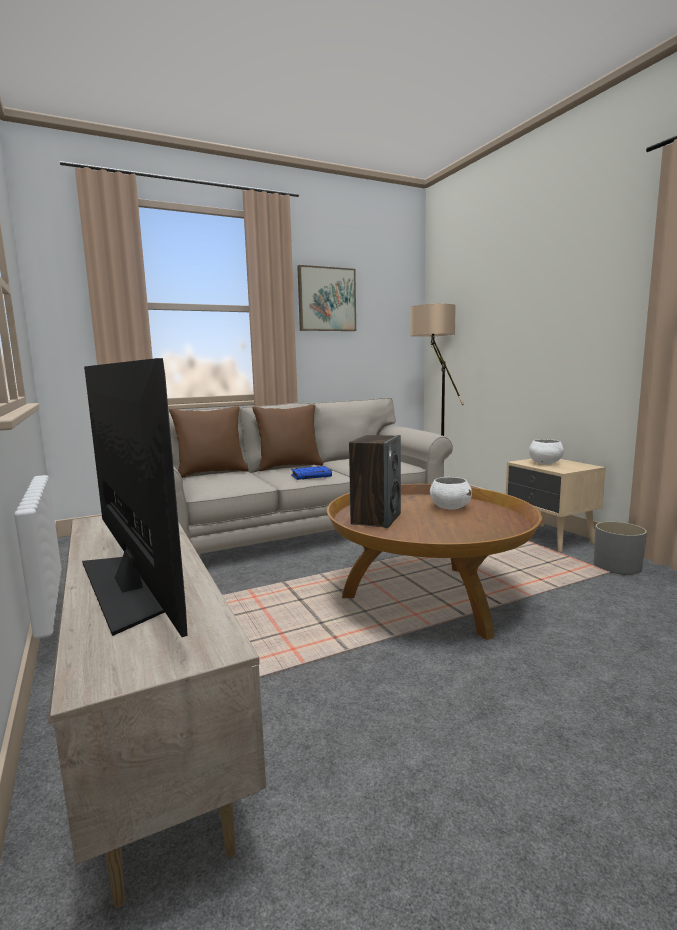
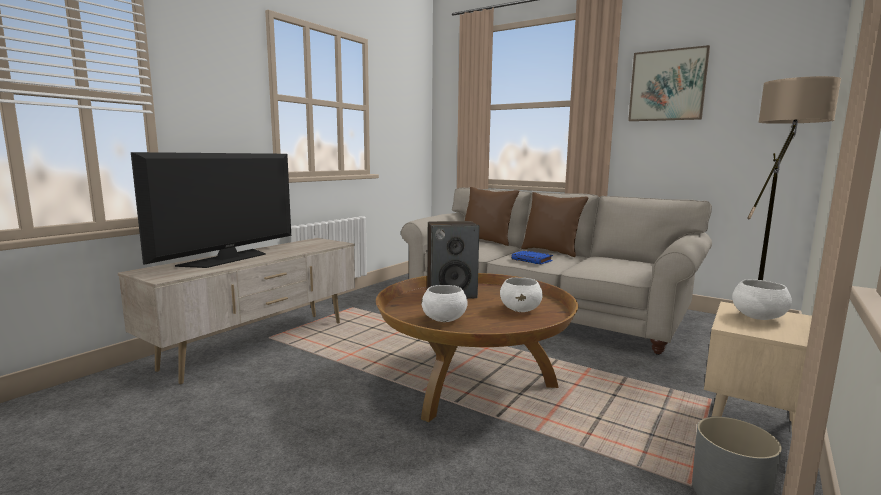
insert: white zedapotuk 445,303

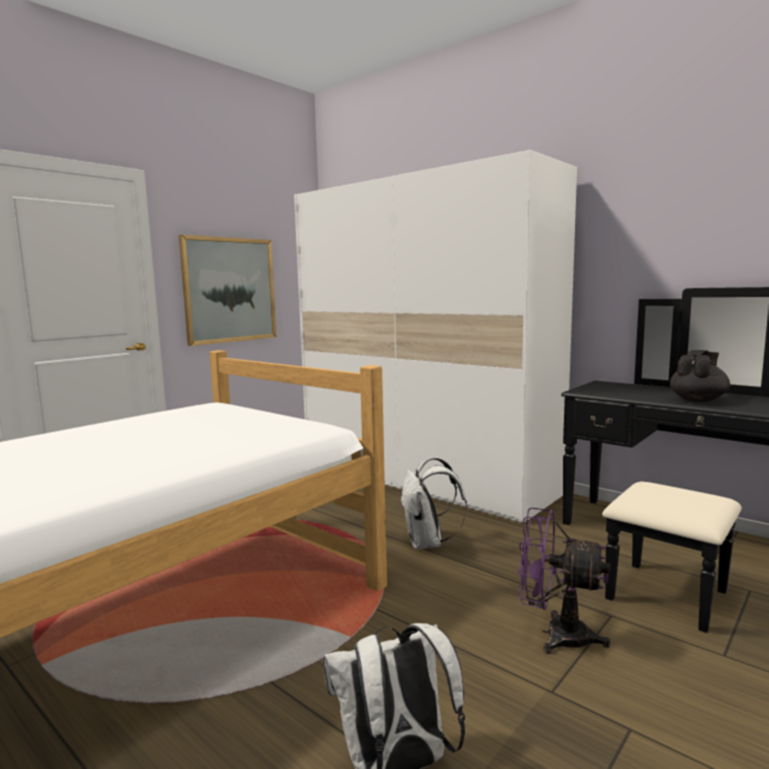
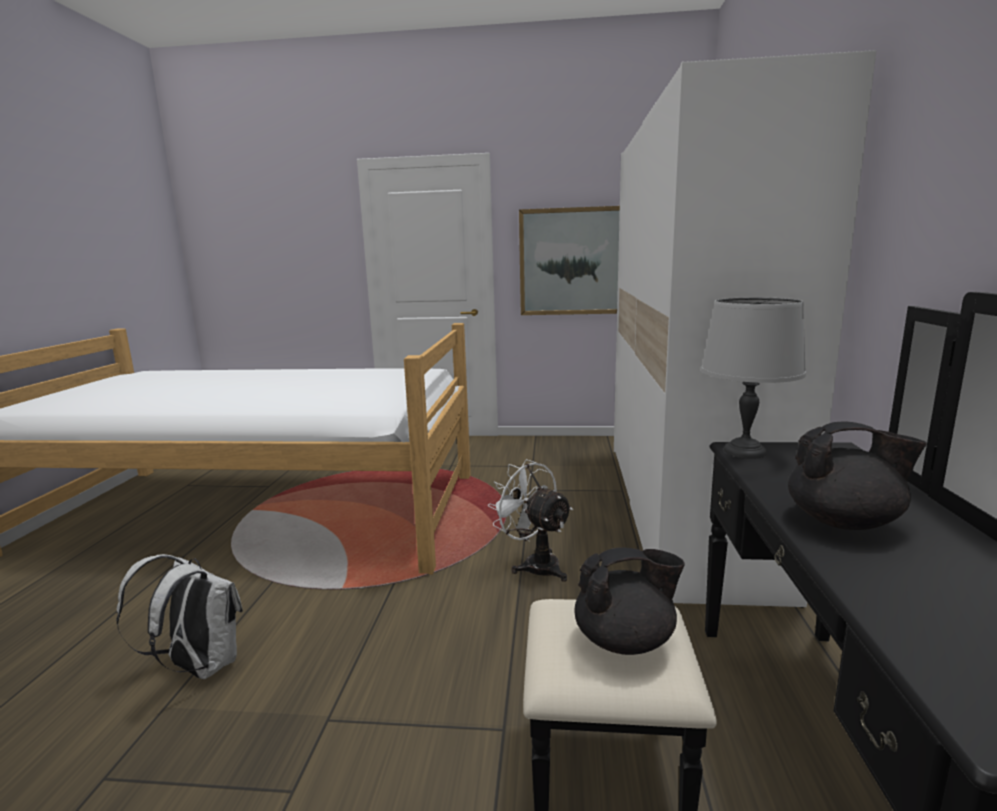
delete: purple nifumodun 564,581
insert: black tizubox 629,601; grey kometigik 753,378
replace: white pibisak 434,503 to white nifumodun 530,520

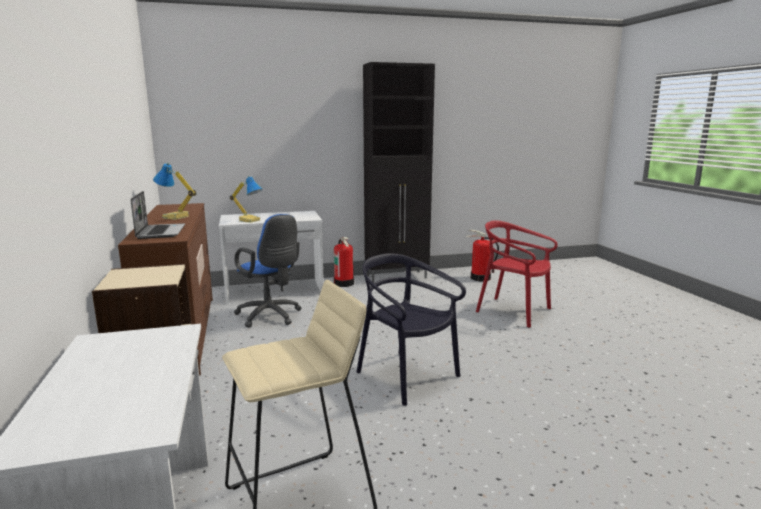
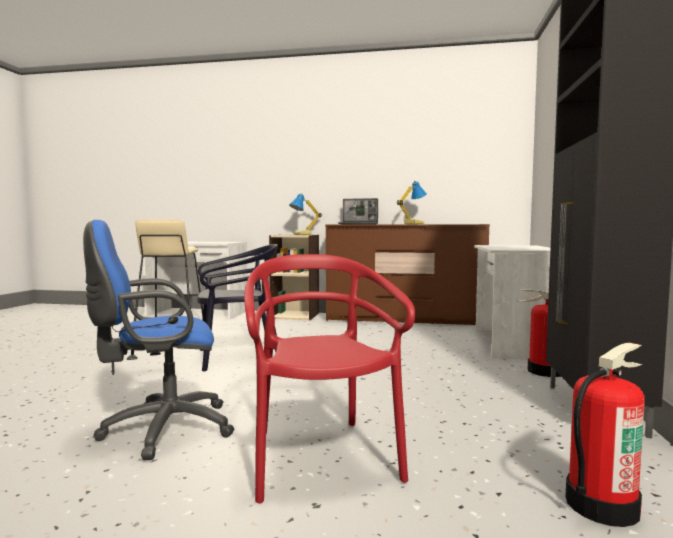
move: kometigik 246,199 to 305,214; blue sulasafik 267,271 to 158,340
rotate: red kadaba 517,274 = 329,378 75 degrees counterclockwise

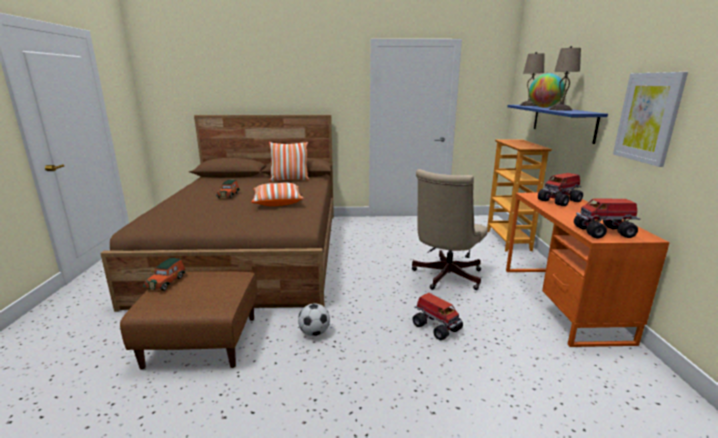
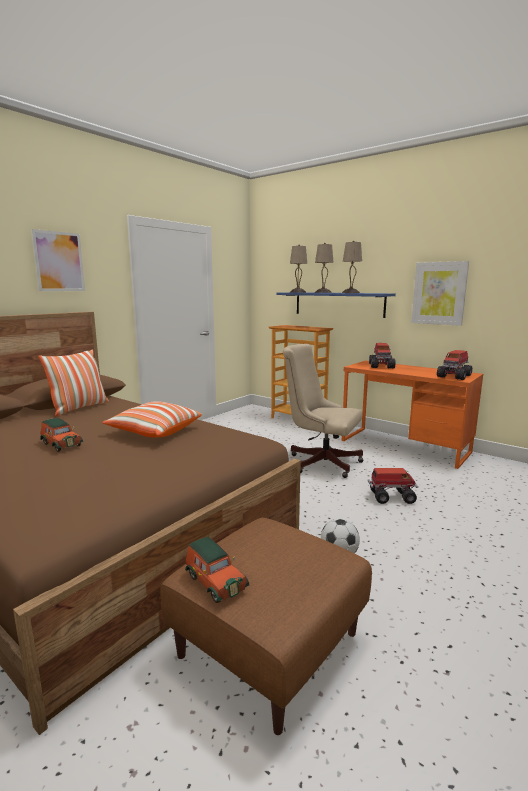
insert: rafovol 58,260
replace: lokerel 547,90 to beige kometigik 324,268
rotate: beige sulasafik 450,229 = 323,411 135 degrees clockwise

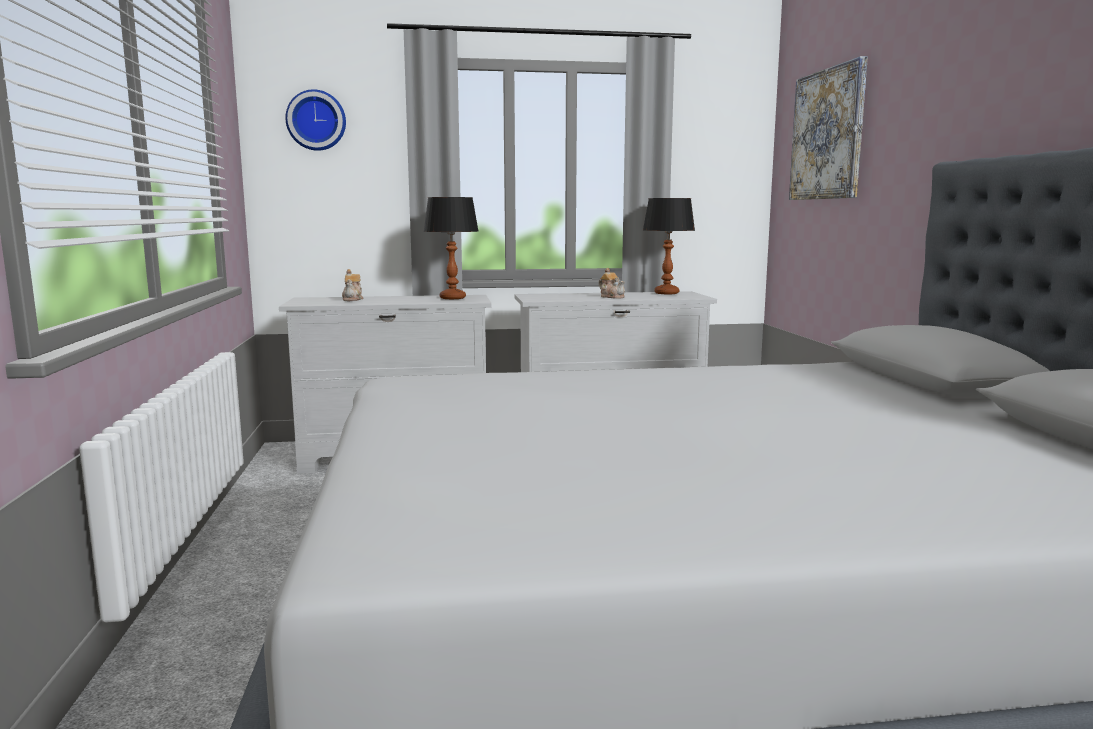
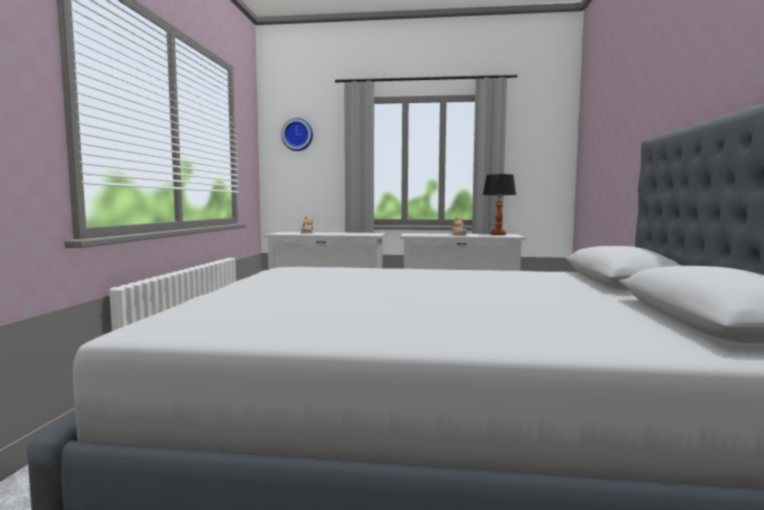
delete: kometigik 450,248; rafovol 828,128

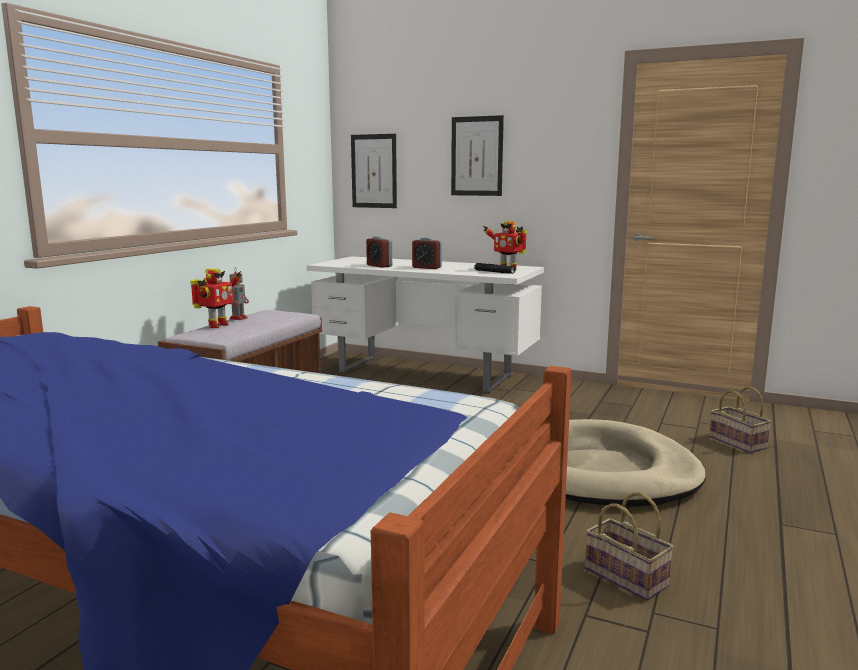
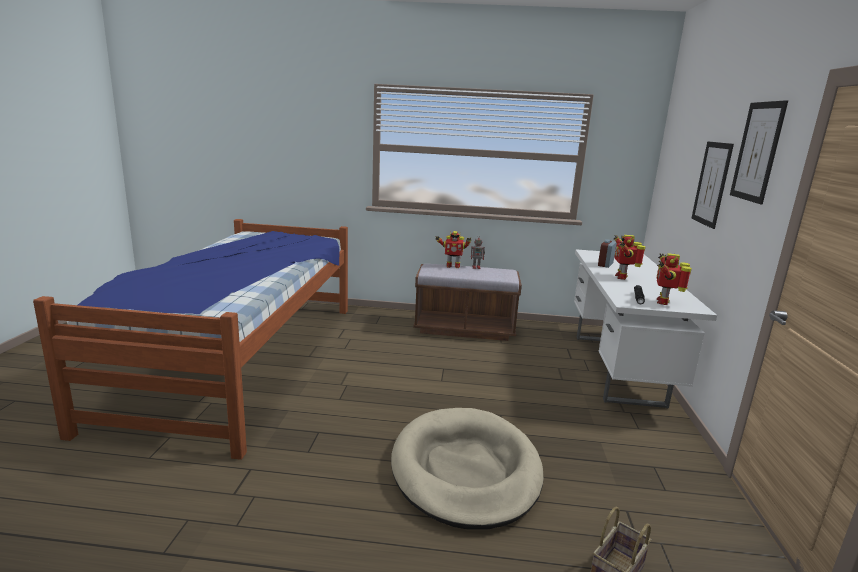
delete: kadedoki 629,546
move: rafovol 374,171 to 759,152
replace: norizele 427,253 to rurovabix 629,257

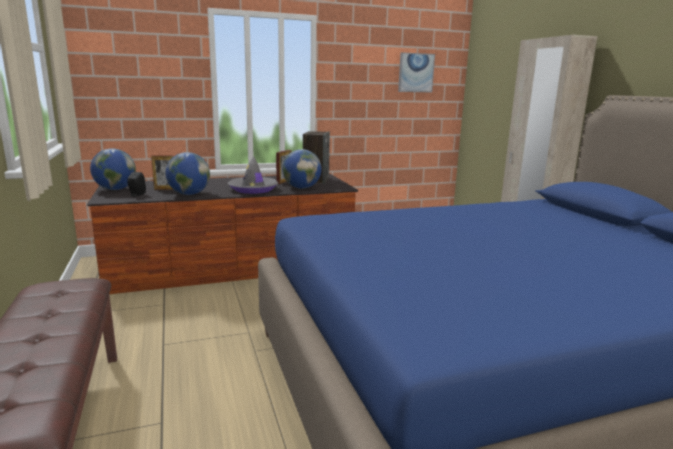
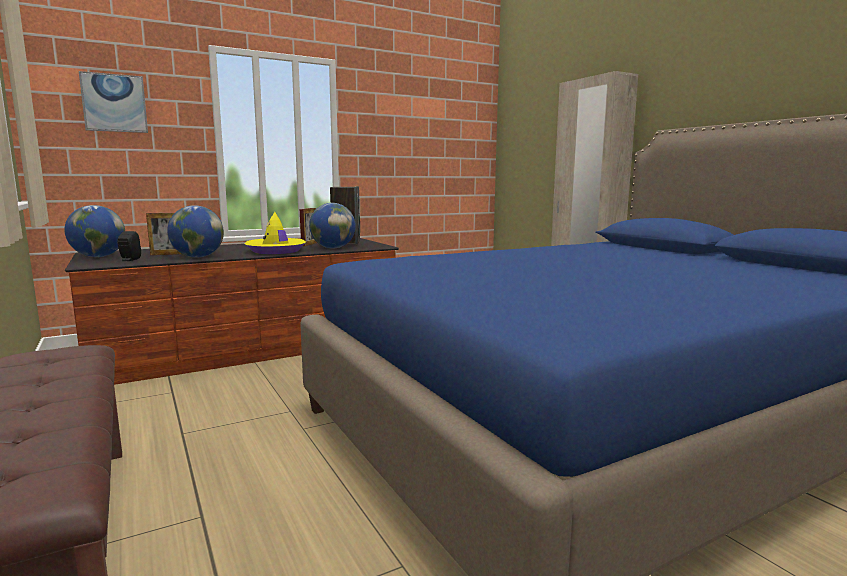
move: rafovol 416,72 to 113,102
recolor: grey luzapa 253,175 to yellow luzapa 275,233

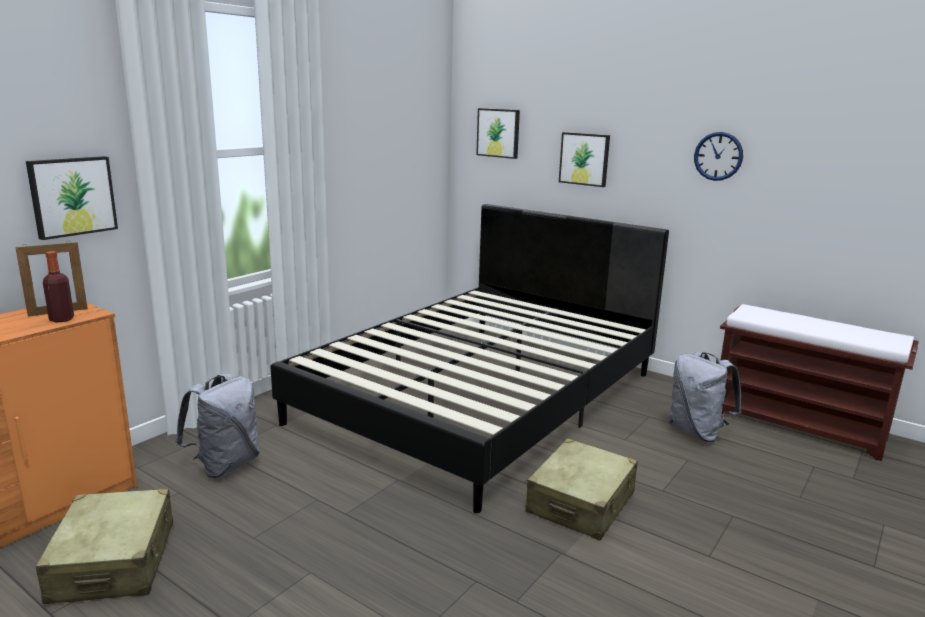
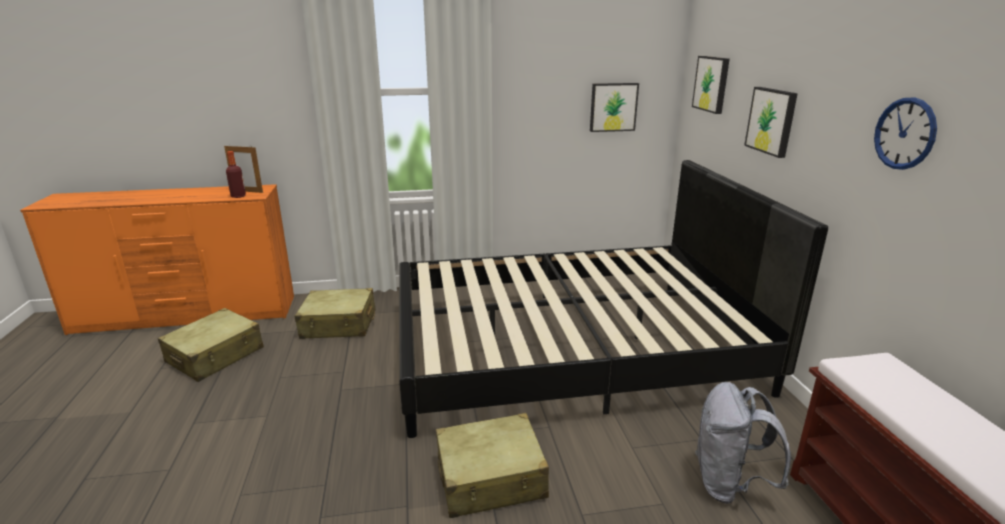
move: rafovol 72,198 to 614,107
replace: grey pibisak 217,426 to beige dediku 335,313

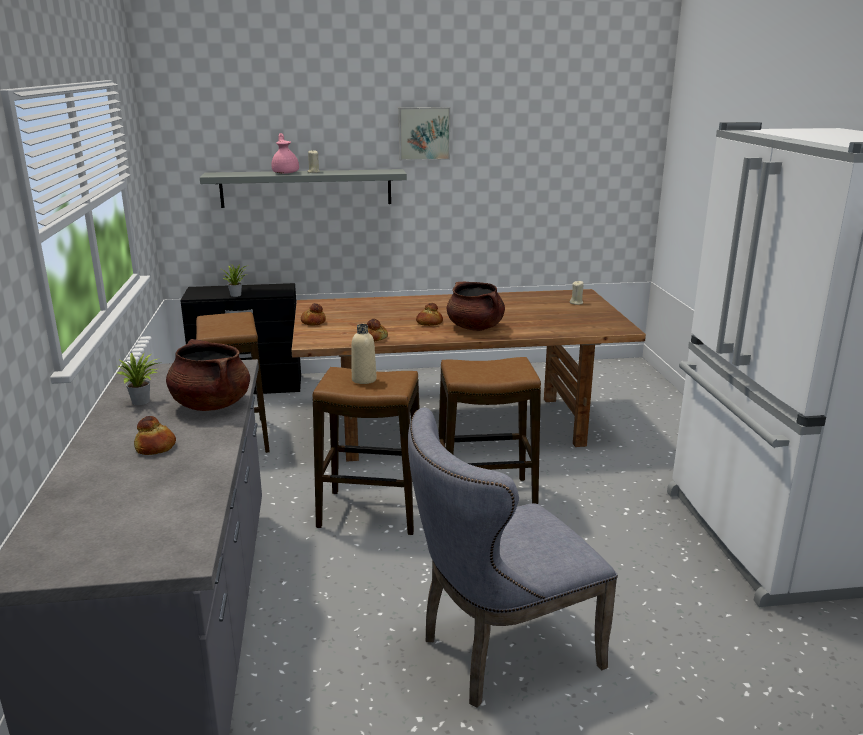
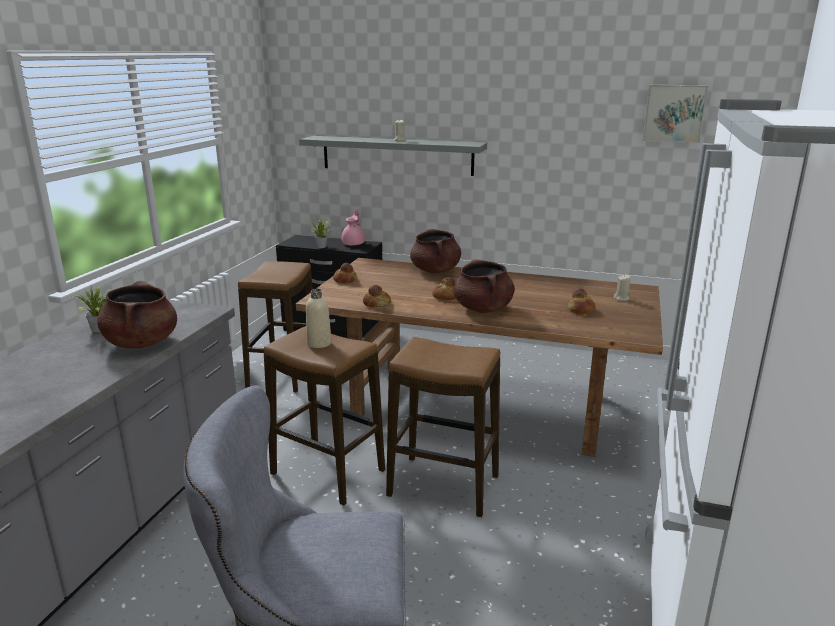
insert: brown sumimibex 435,251
move: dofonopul 155,435 to 582,301; pink tizubox 285,153 to 353,227; rafovol 424,134 to 675,114

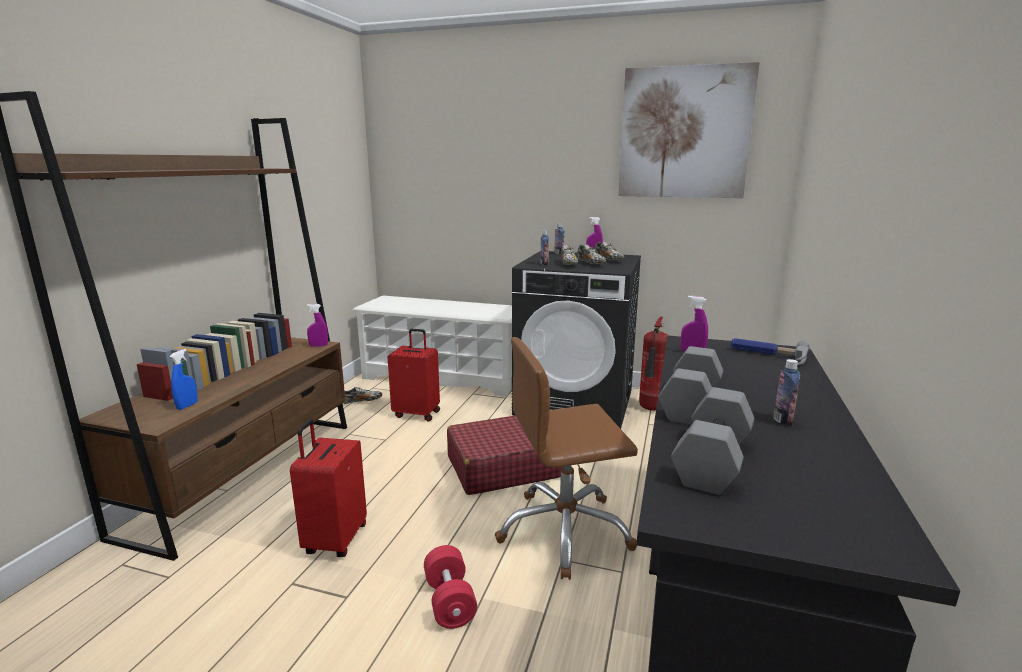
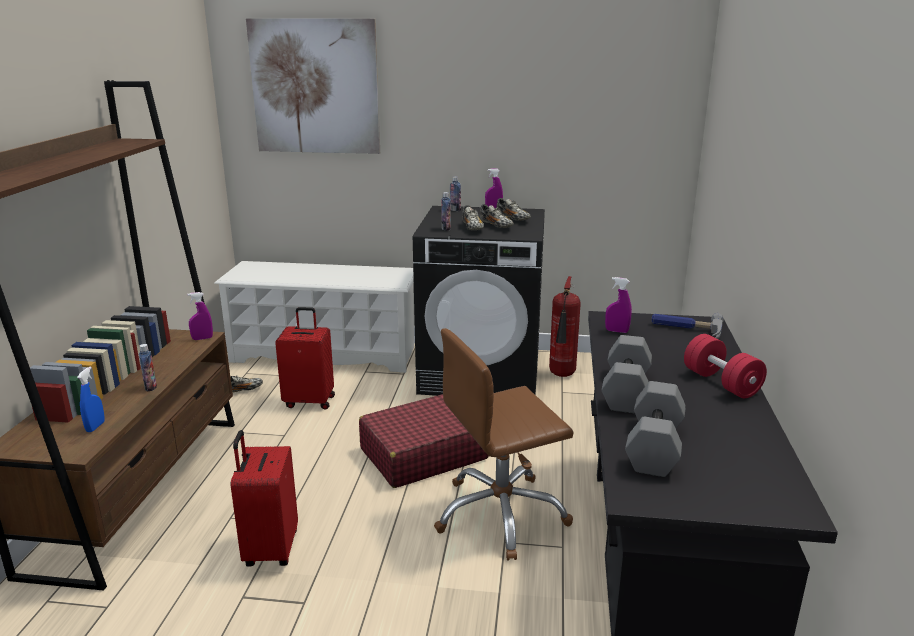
move: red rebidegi 450,587 to 725,366; rafovol 689,130 to 313,86; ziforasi 786,392 to 148,367

